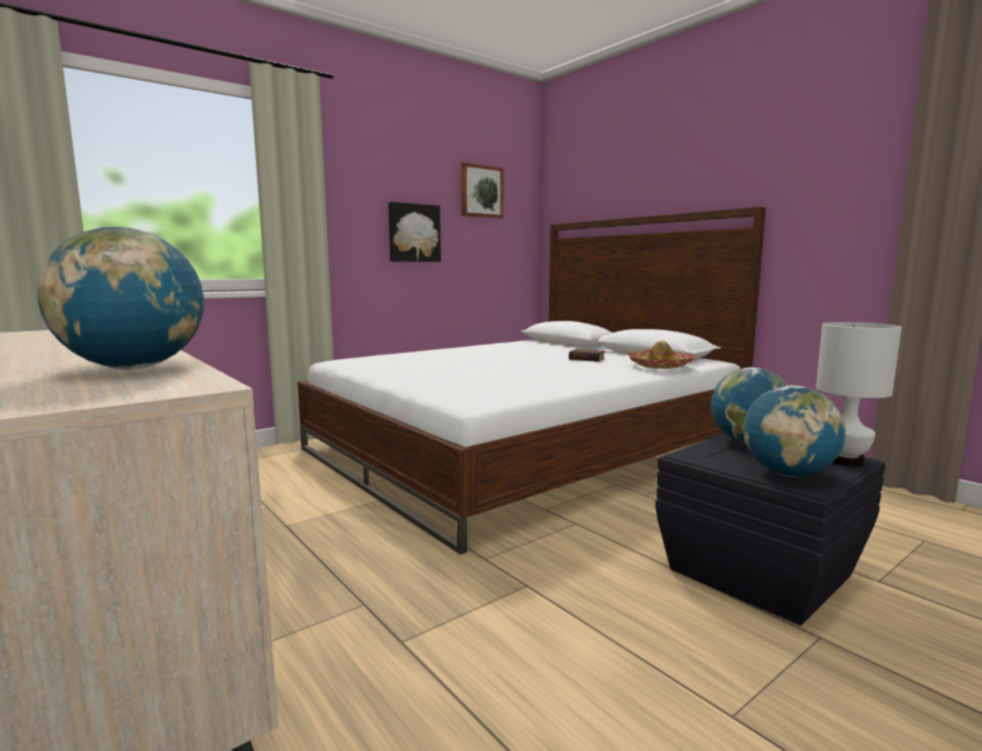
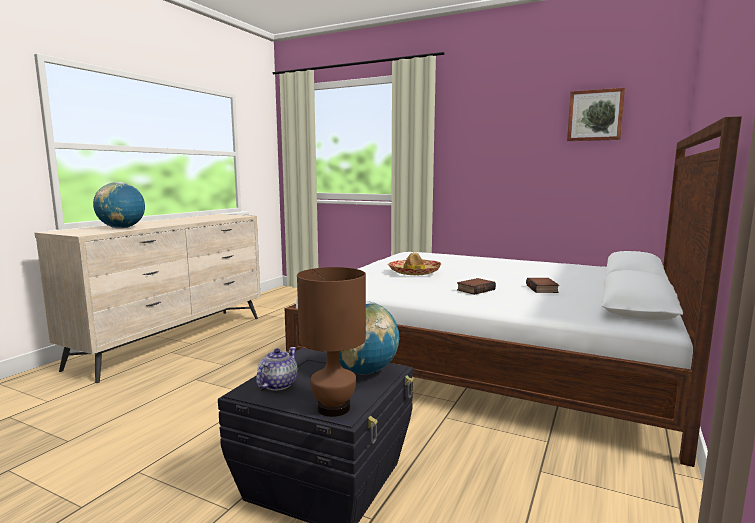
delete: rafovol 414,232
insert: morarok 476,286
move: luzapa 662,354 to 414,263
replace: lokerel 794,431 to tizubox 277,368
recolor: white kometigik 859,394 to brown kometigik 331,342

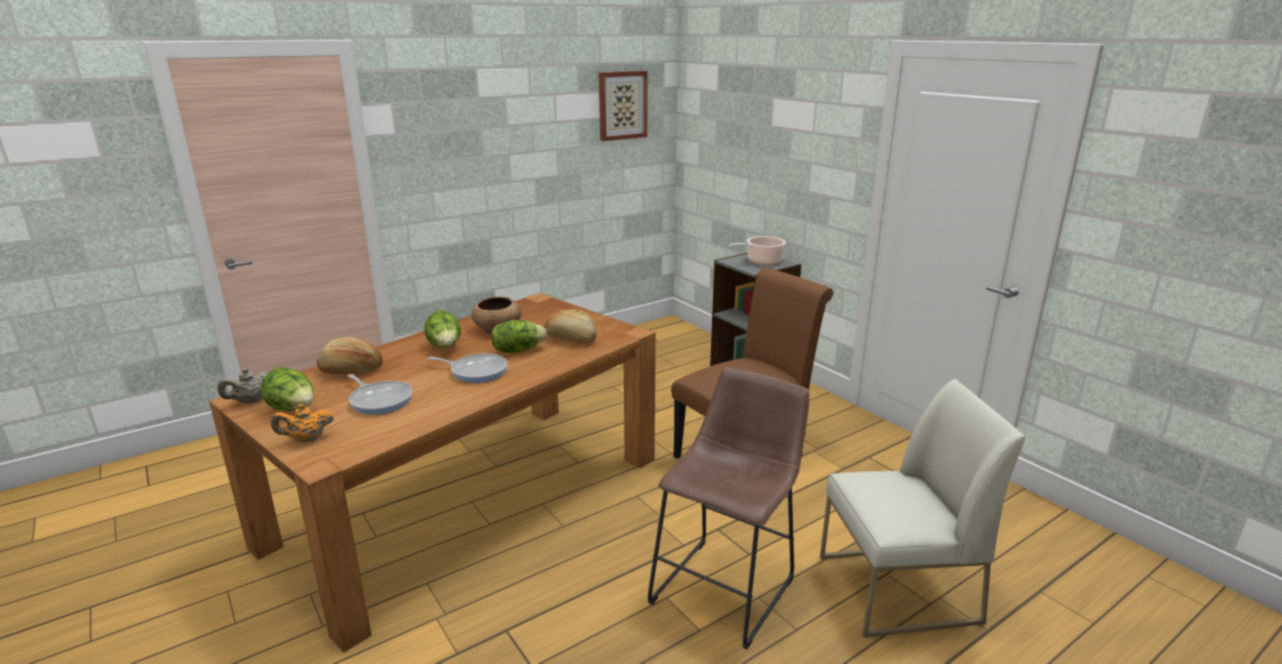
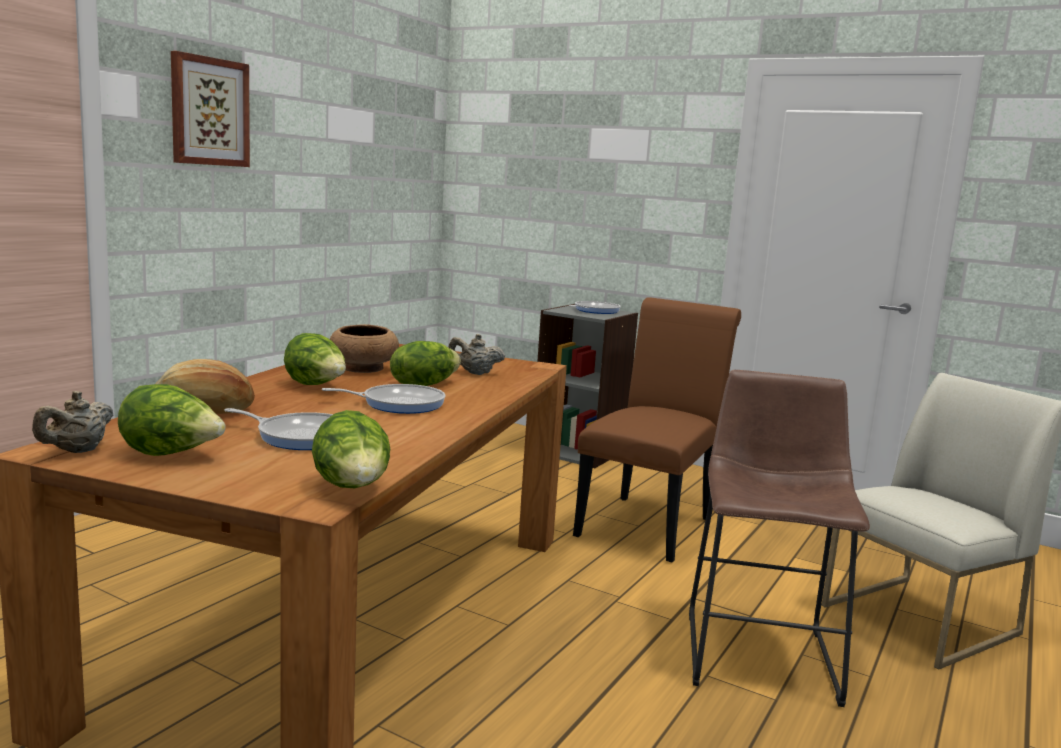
delete: orange tizubox 302,423
insert: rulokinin 351,449
move: rafovol 623,106 to 210,109
replace: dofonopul 570,326 to beige tizubox 476,354; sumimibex 757,250 to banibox 595,307

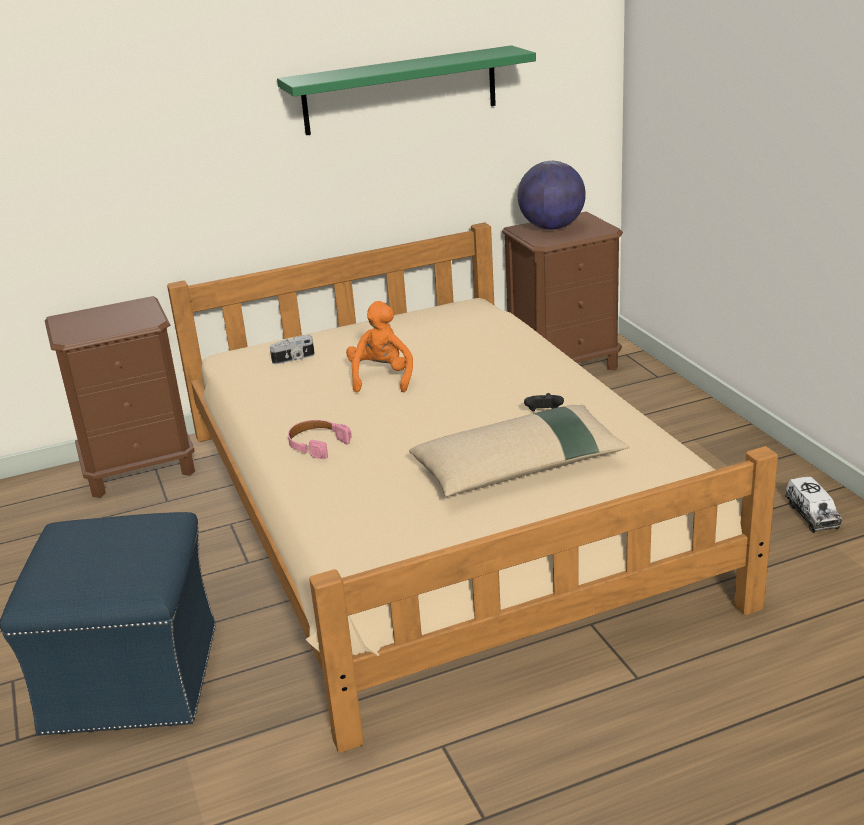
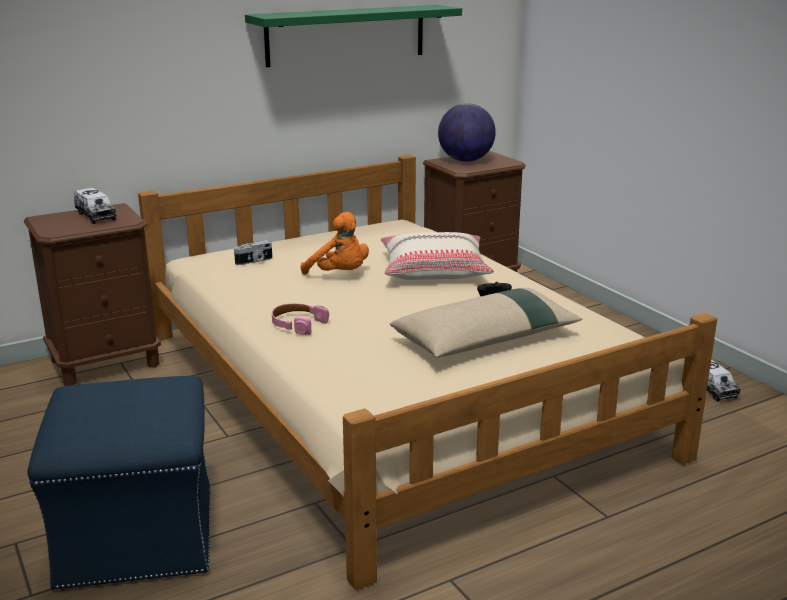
insert: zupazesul 95,206; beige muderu 437,256
rotate: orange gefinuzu 379,346 = 335,243 135 degrees clockwise

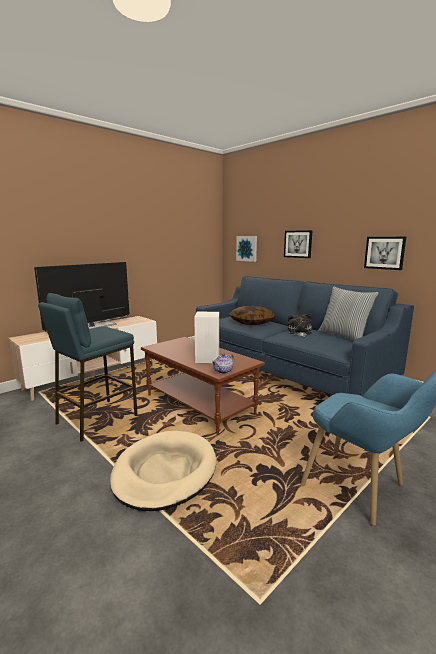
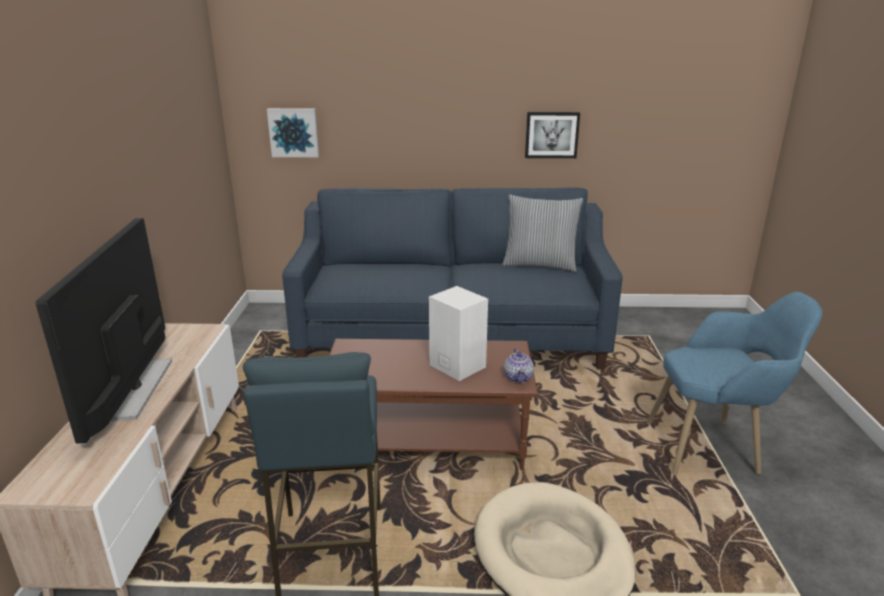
delete: muderu 252,315; rafovol 298,244; gefinuzu 300,325

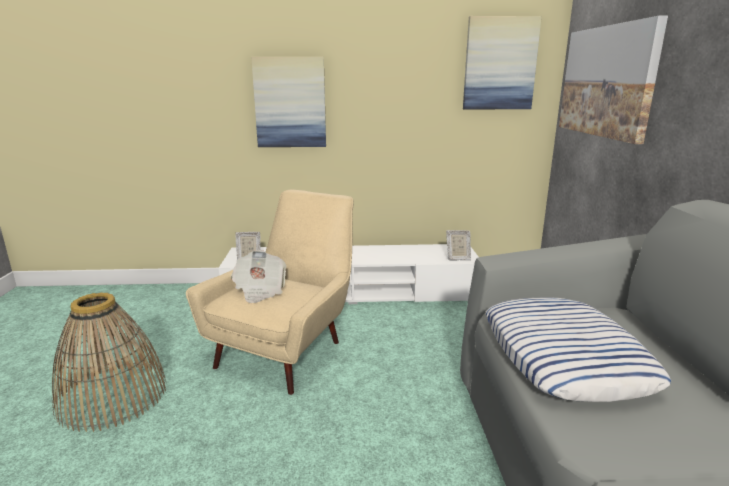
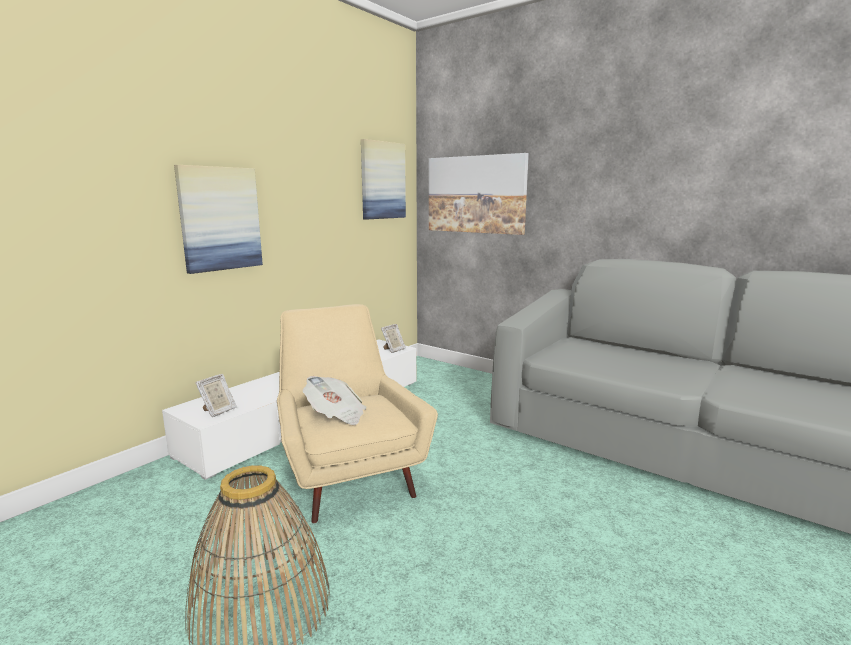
delete: muderu 578,349

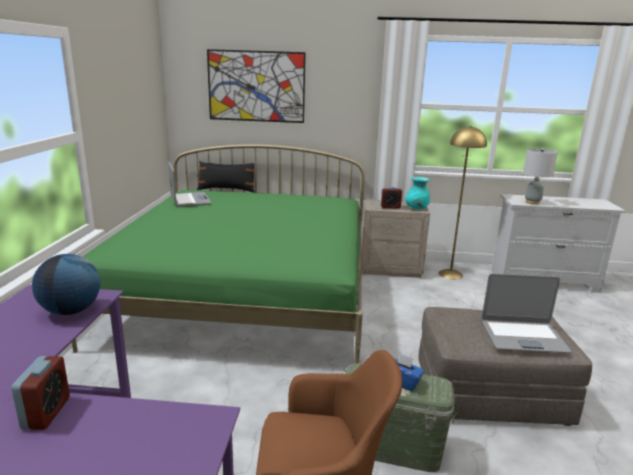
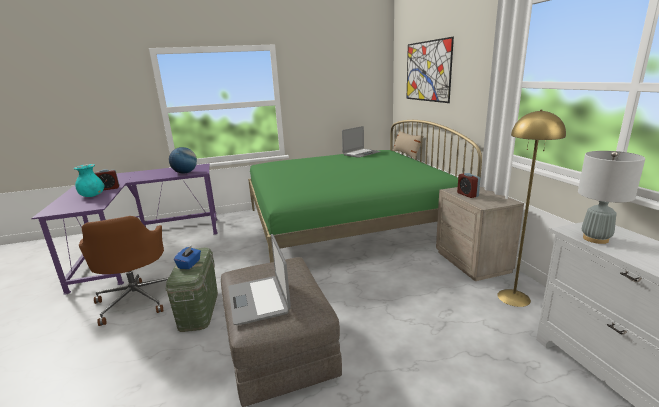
move: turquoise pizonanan 417,193 to 89,180
recolor: black muderu 226,176 to beige muderu 406,145

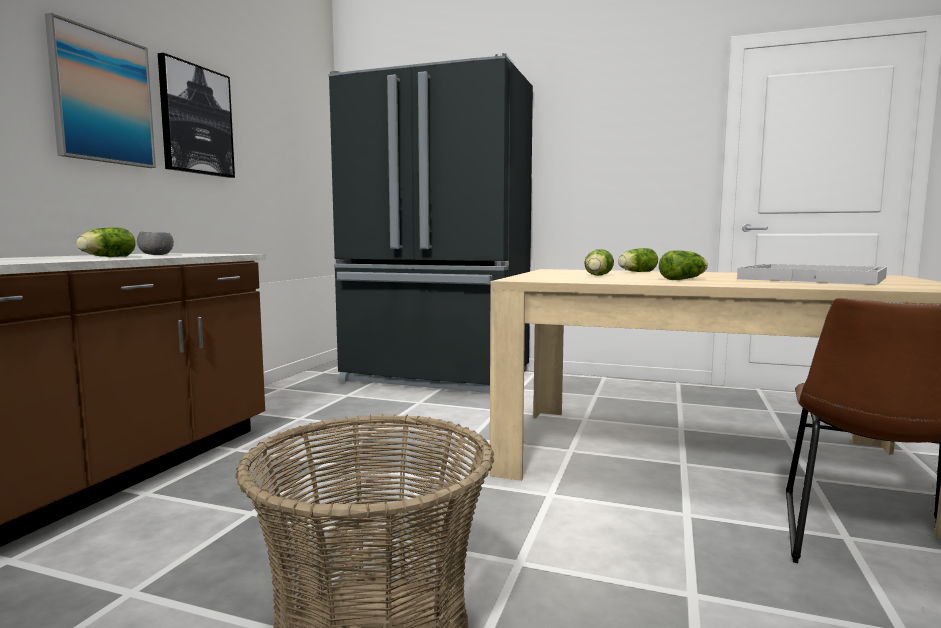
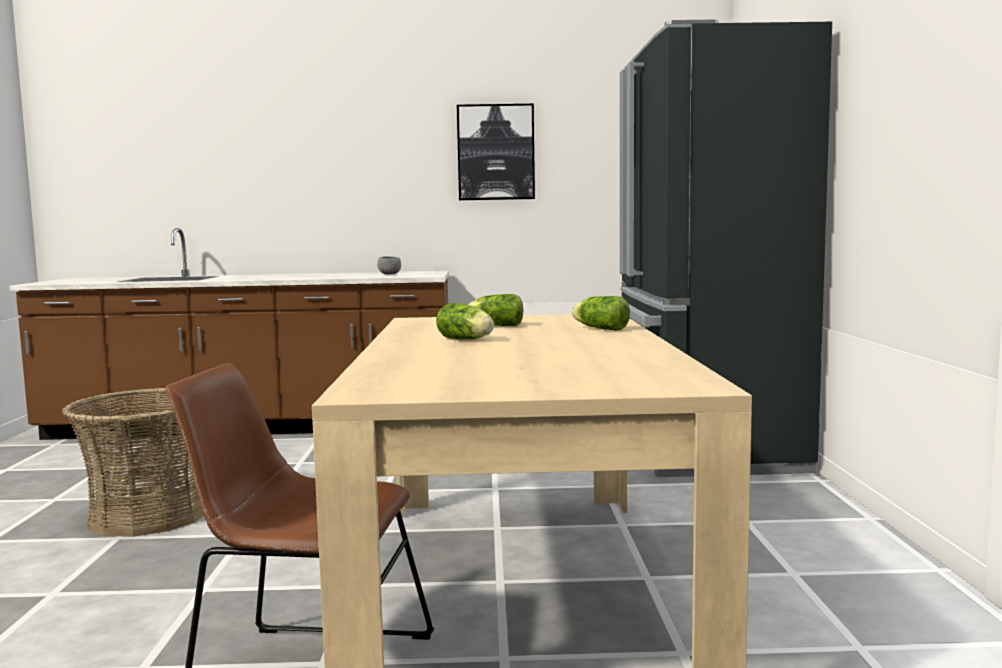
delete: rafovol 100,90; rulokinin 106,242; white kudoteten 812,274

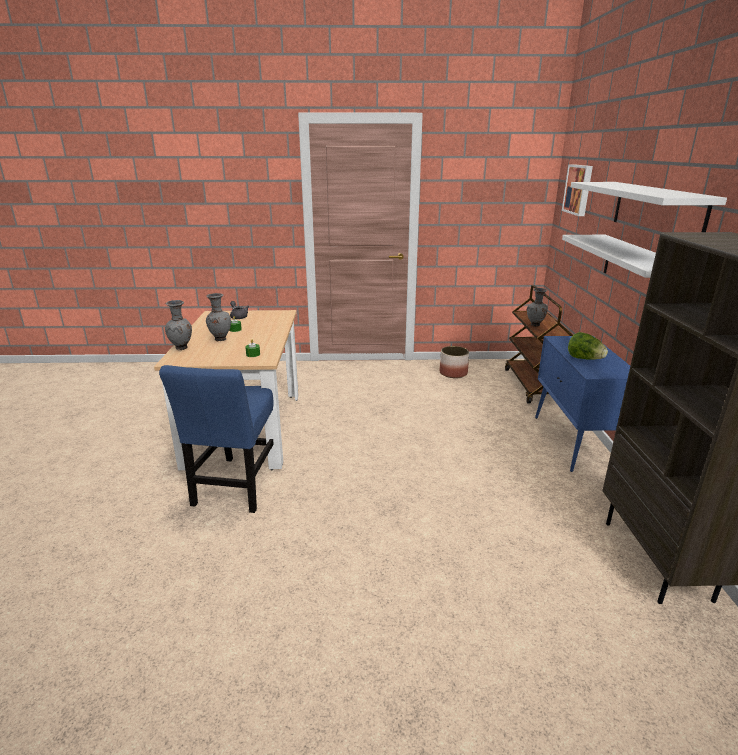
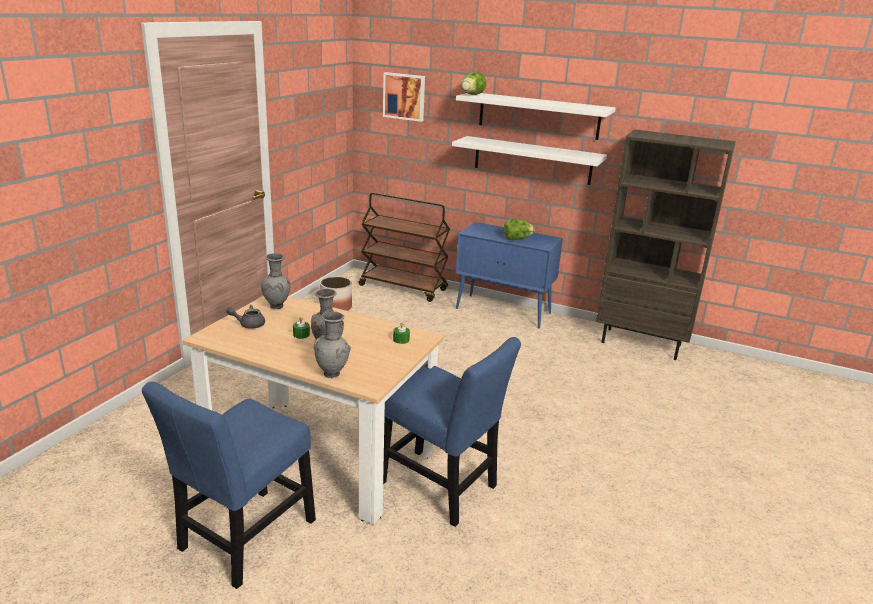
insert: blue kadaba 229,485; rulokinin 473,83
move: grey pizonanan 537,307 to 276,281

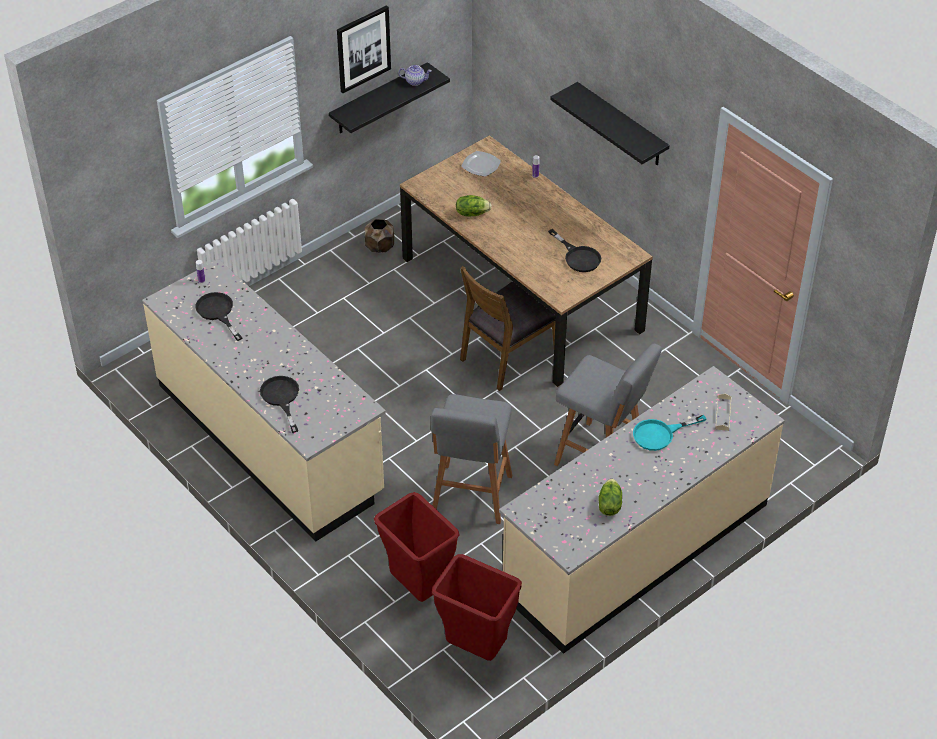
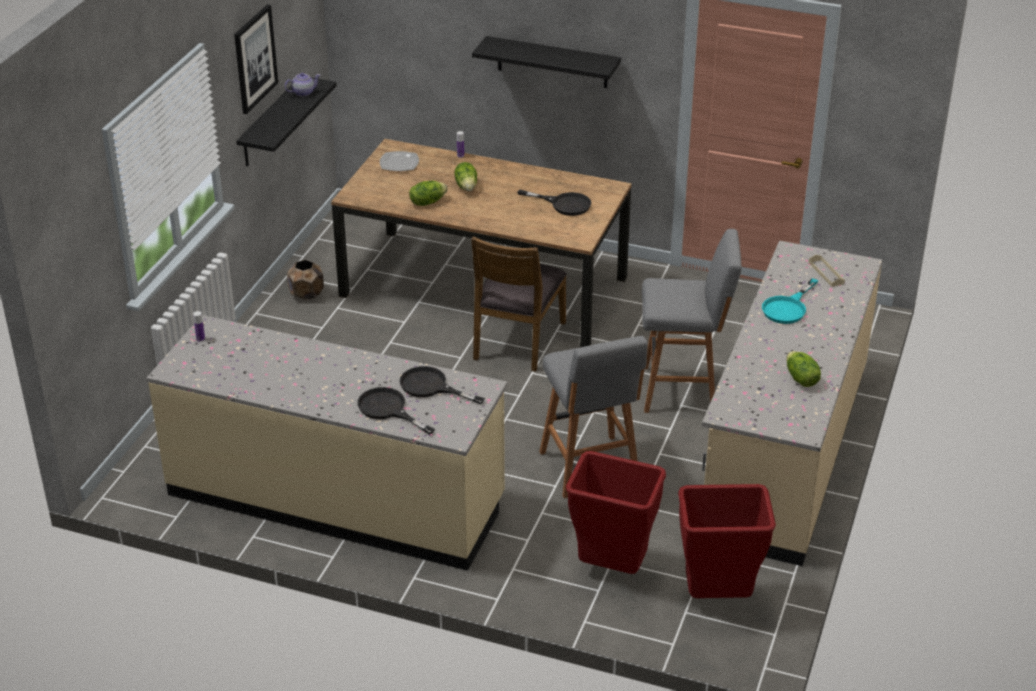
insert: rulokinin 465,176
move: black banibox 219,316 to 442,385

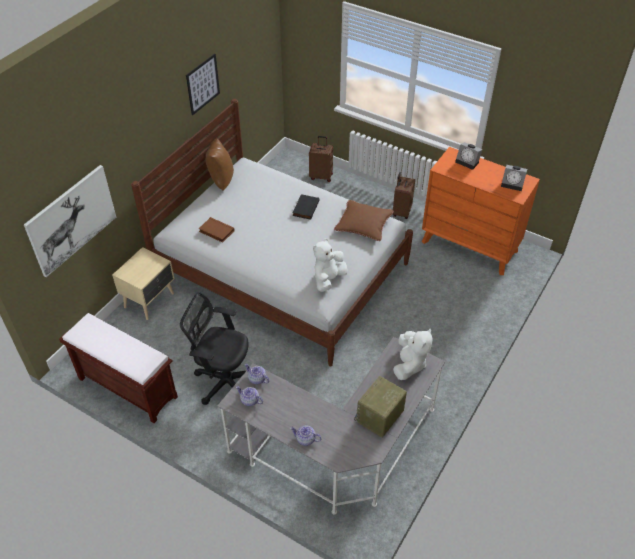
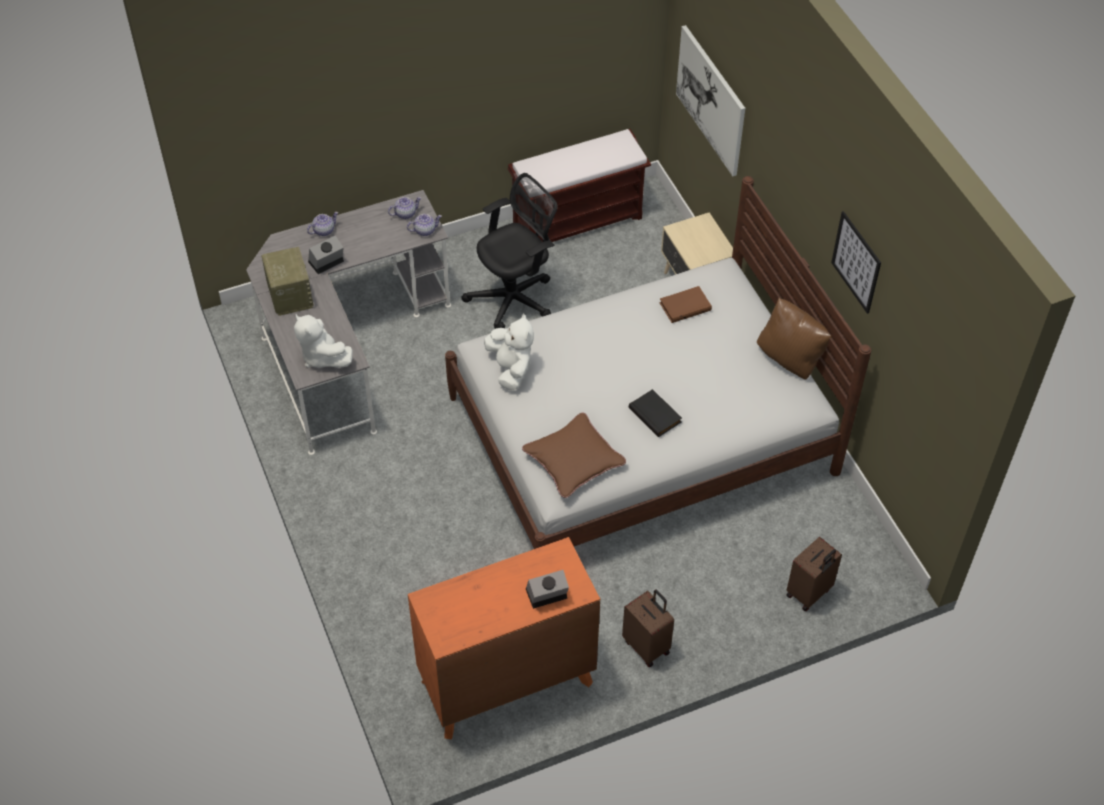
move: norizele 514,178 to 326,254

